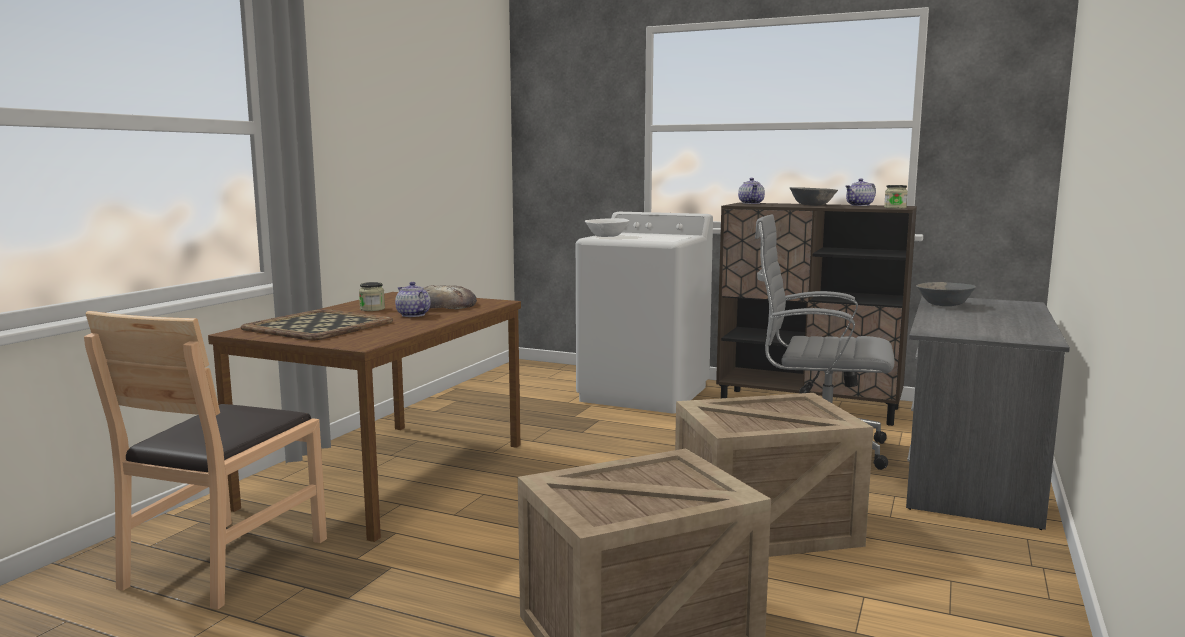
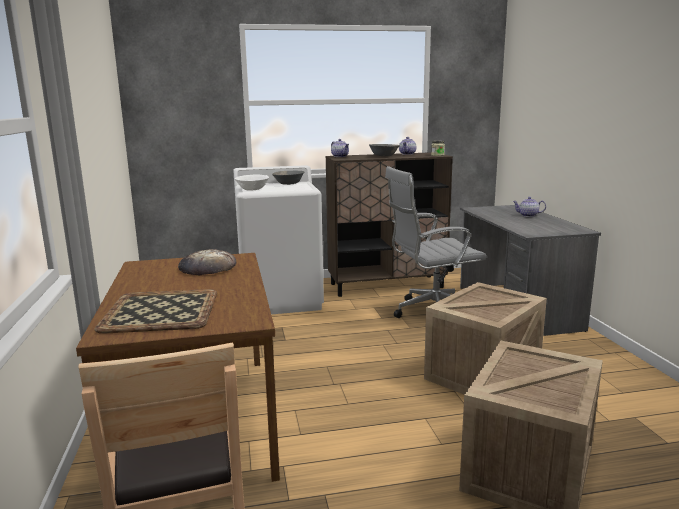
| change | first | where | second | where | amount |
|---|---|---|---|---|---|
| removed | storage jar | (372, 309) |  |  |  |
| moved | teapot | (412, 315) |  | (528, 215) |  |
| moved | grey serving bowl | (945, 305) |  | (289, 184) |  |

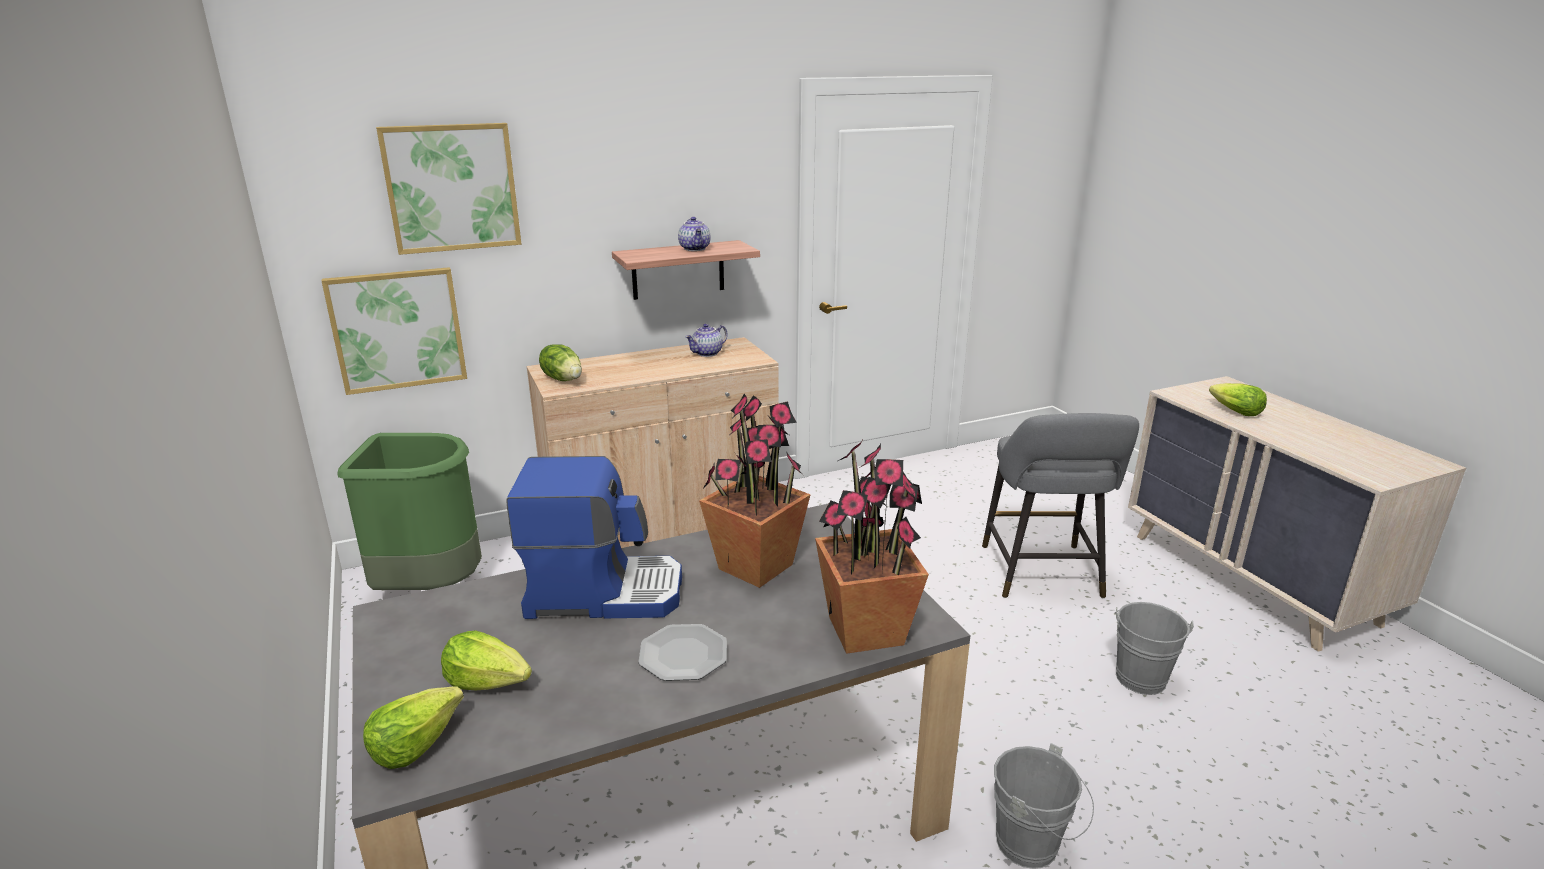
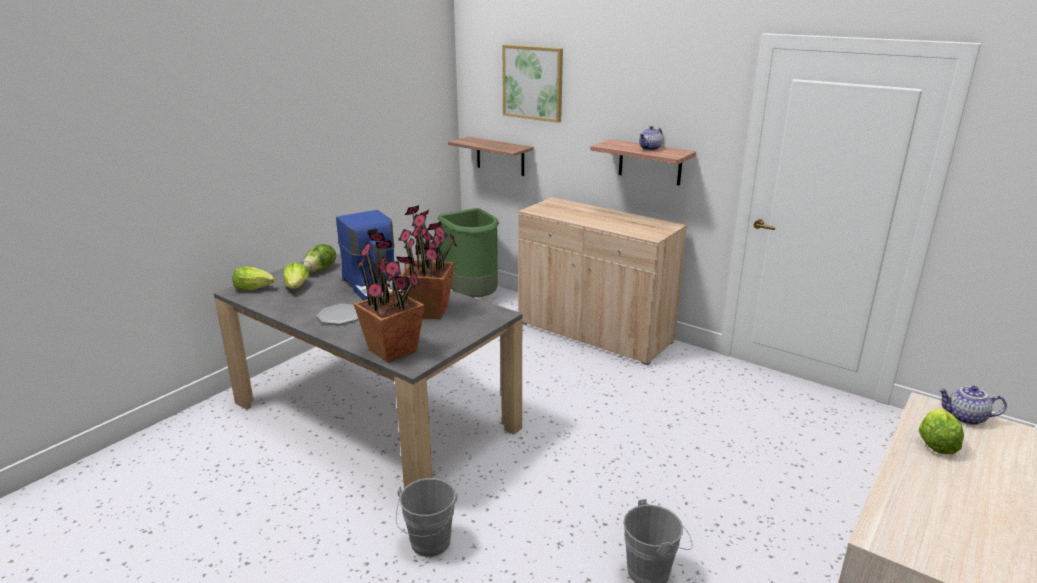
| change | first | where | second | where | amount |
|---|---|---|---|---|---|
| replaced | picture | (397, 329) | bracket shelf | (500, 156) |  |
| moved | teapot | (707, 353) |  | (965, 418) |  |
| moved | head of lettuce | (563, 379) |  | (321, 269) |  |
| removed | grey stool seat | (1043, 575) |  |  |  |

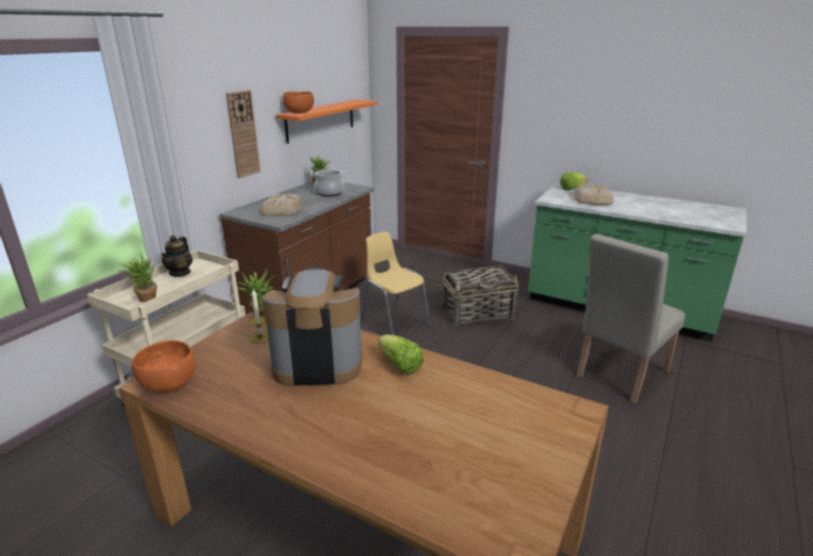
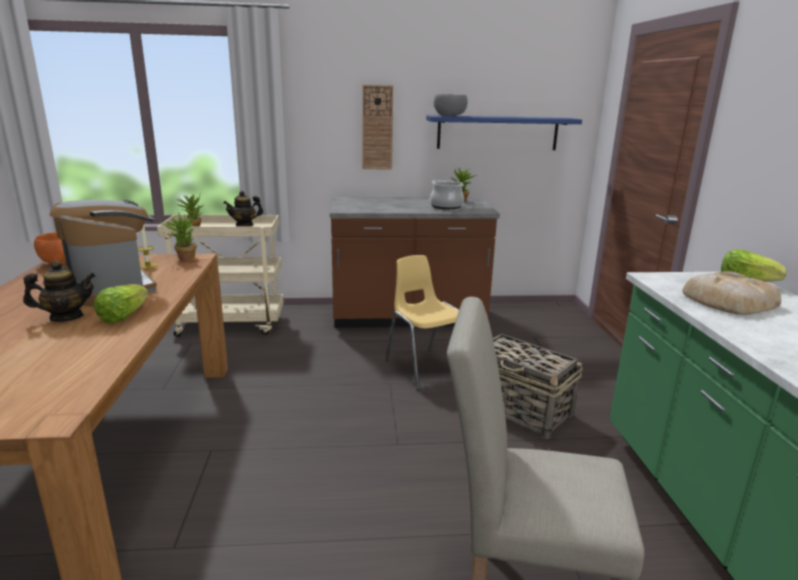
| change | first | where | second | where | amount |
|---|---|---|---|---|---|
| recoloured | orangey serving bowl | (299, 112) | grey serving bowl | (450, 116) |  |
| recoloured | orangey bracket shelf | (321, 120) | blue bracket shelf | (497, 133) |  |
| removed | baked bread | (283, 209) |  |  |  |
| turned | yellow-coloured chair | (394, 323) |  | (424, 368) | 45 degrees counterclockwise |
| added |  |  | teapot | (66, 317) |  |

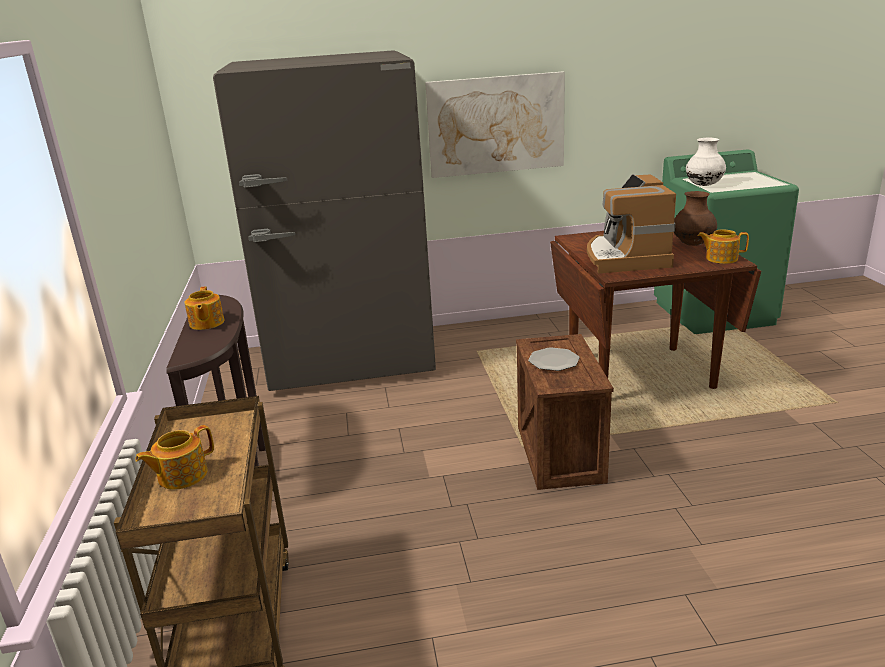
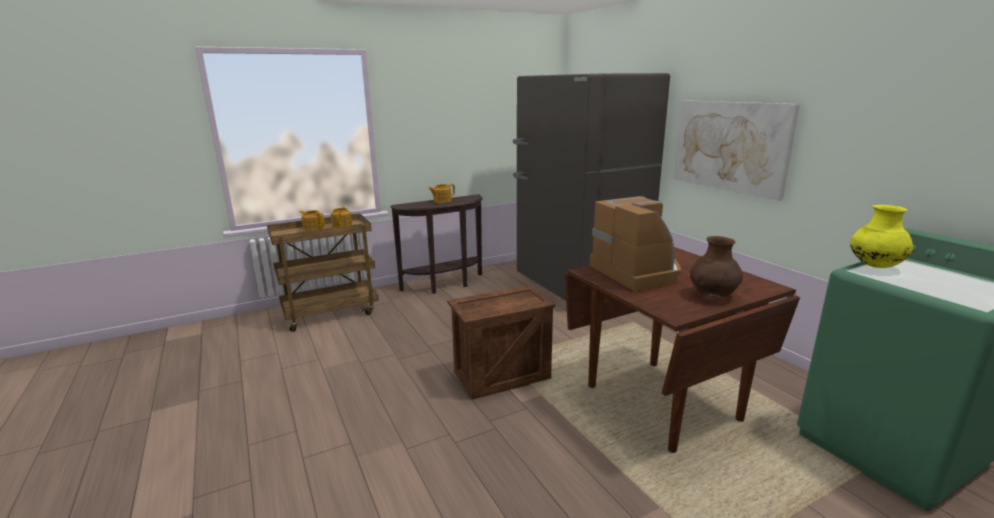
| change | first | where | second | where | amount |
|---|---|---|---|---|---|
| recoloured | whitish vase | (704, 185) | yellow-coloured vase | (875, 266) |  |
| turned | coffee machine | (625, 258) |  | (637, 272) | 90 degrees clockwise |
| moved | teapot | (720, 258) |  | (342, 226) |  |
| removed | dinner plate | (553, 361) |  |  |  |

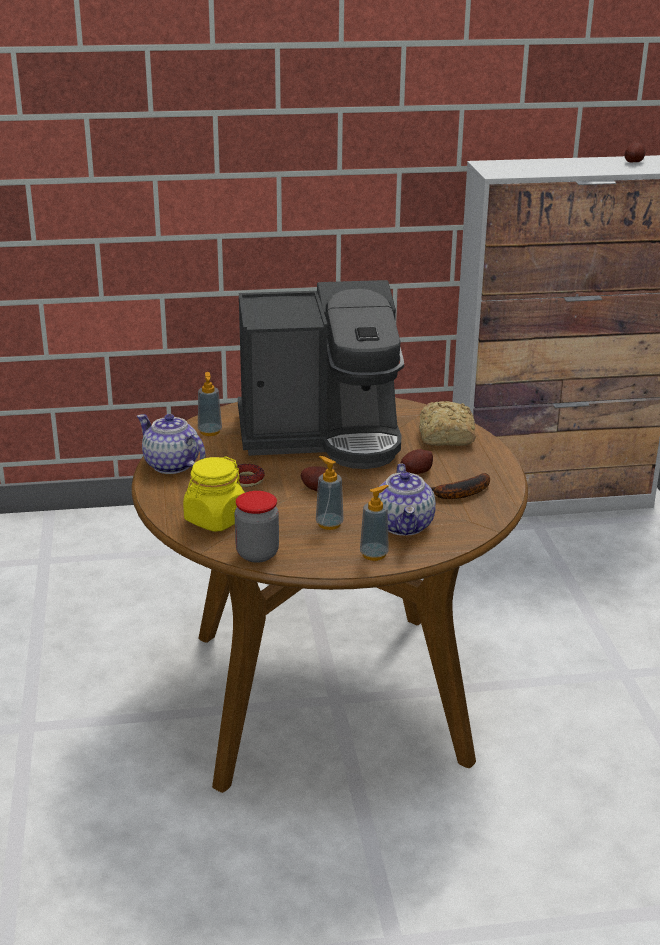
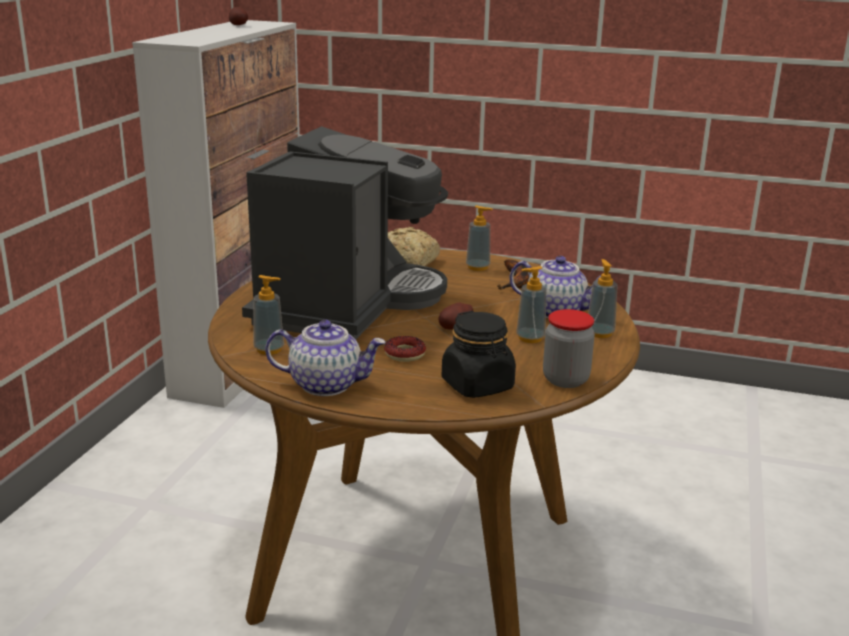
| change | first | where | second | where | amount |
|---|---|---|---|---|---|
| turned | teapot | (170, 465) |  | (327, 384) | 150 degrees counterclockwise |
| removed | spud | (416, 472) |  |  |  |
| recoloured | yellow-coloured storage jar | (215, 519) | black-coloured storage jar | (478, 385) |  |
| added |  |  | liquid soap bottle | (478, 267) |  |

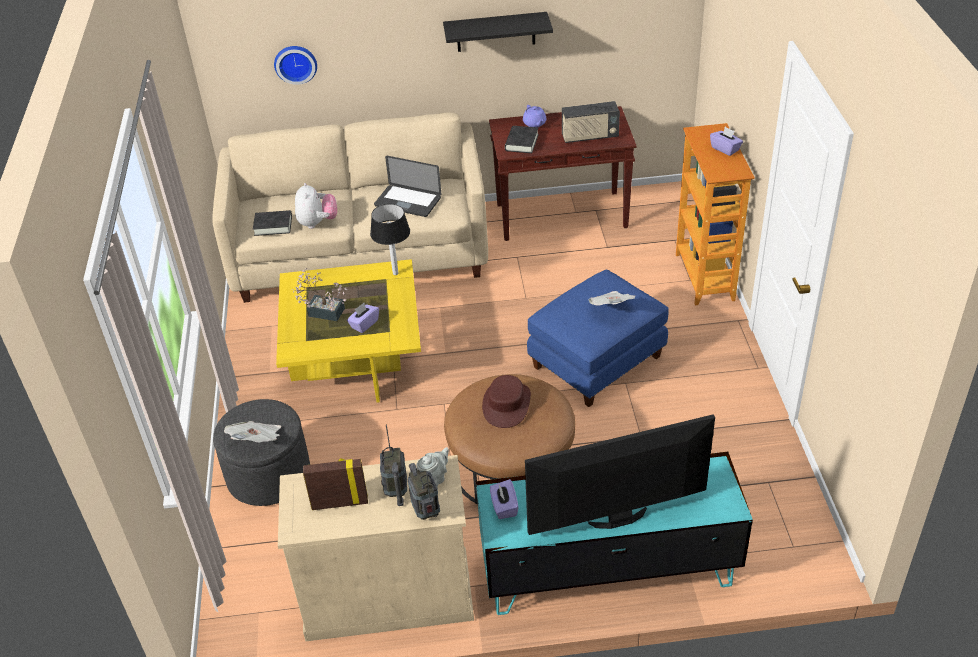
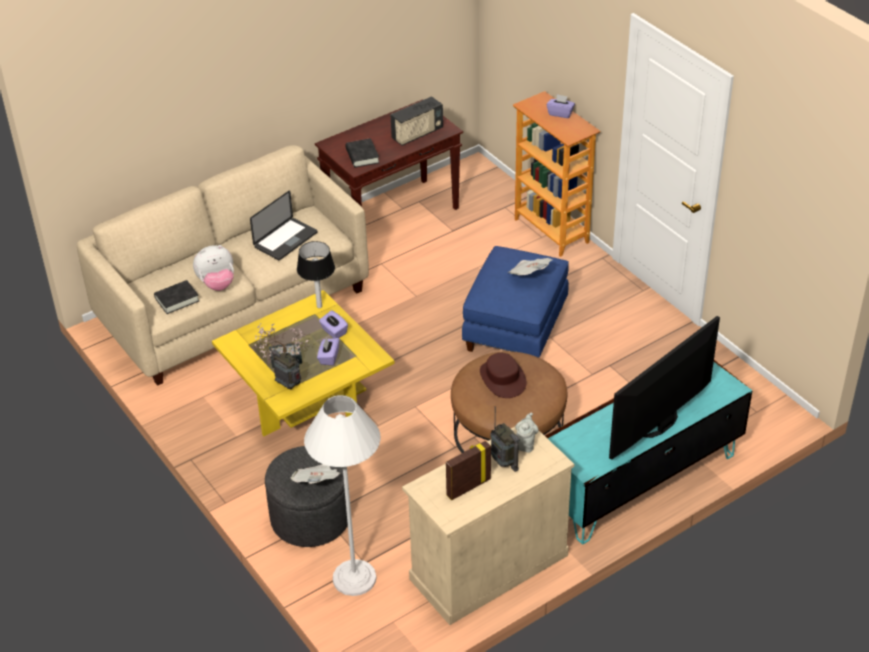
| change | first | where | second | where | amount |
|---|---|---|---|---|---|
| removed | black-coloured bracket shelf | (495, 32) |  |  |  |
| removed | clock on the wall | (295, 63) |  |  |  |
| removed | purplish teapot | (534, 123) |  |  |  |
| turned | portable computer | (408, 202) |  | (285, 240) | 45 degrees counterclockwise |
| turned | plush toy | (317, 223) |  | (217, 284) | 105 degrees clockwise |
| moved | radio receiver | (426, 512) |  | (289, 385) |  |
| moved | purplish tissue box | (504, 507) |  | (334, 331) |  |
| added |  |  | whitish standing lamp | (354, 578) |  |

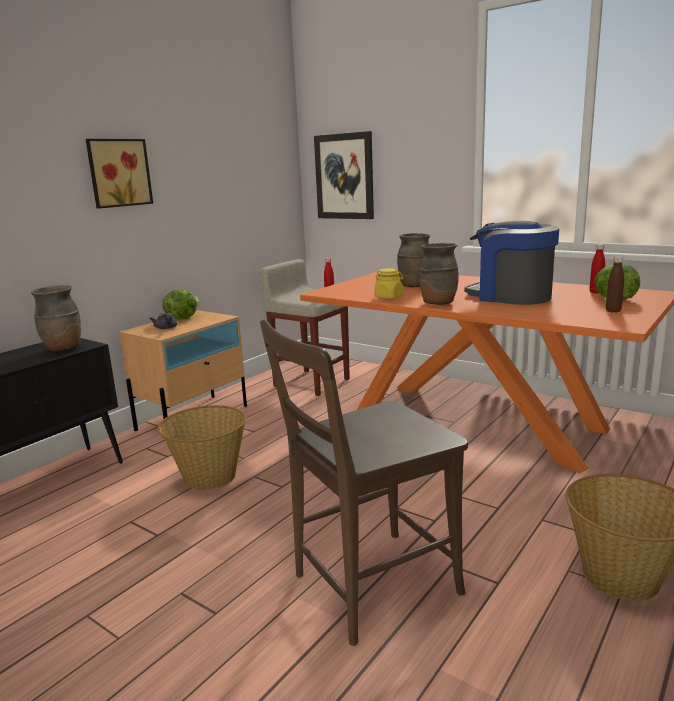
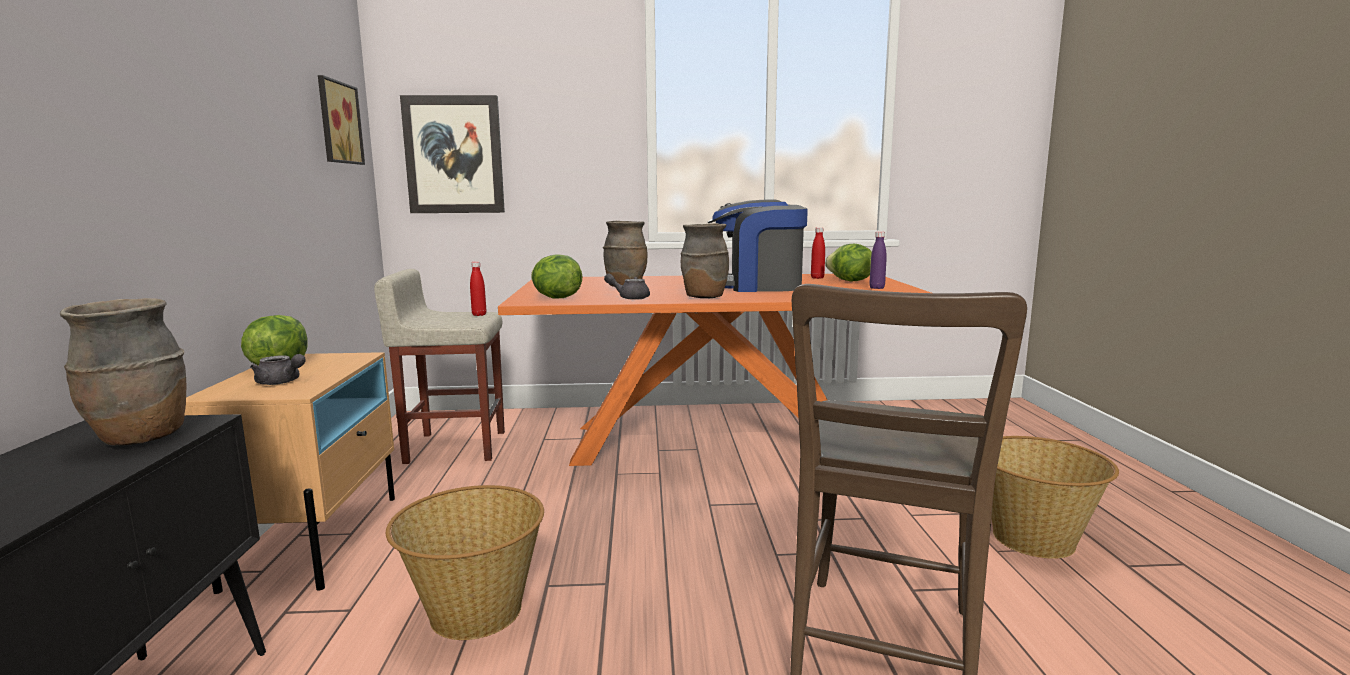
| change | first | where | second | where | amount |
|---|---|---|---|---|---|
| moved | picture | (118, 173) |  | (336, 123) |  |
| recoloured | brownish bottle | (613, 311) | purplish bottle | (877, 288) |  |
| replaced | yellow-coloured storage jar | (389, 297) | grey teapot | (630, 297) |  |
| added |  |  | head of lettuce | (556, 298) |  |

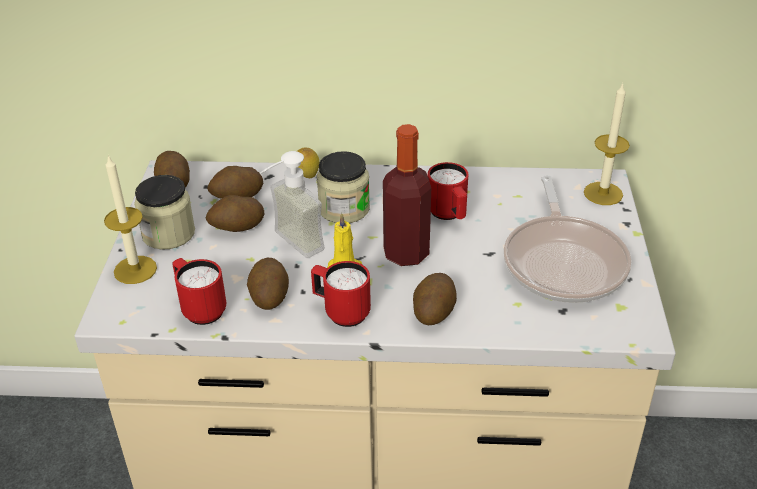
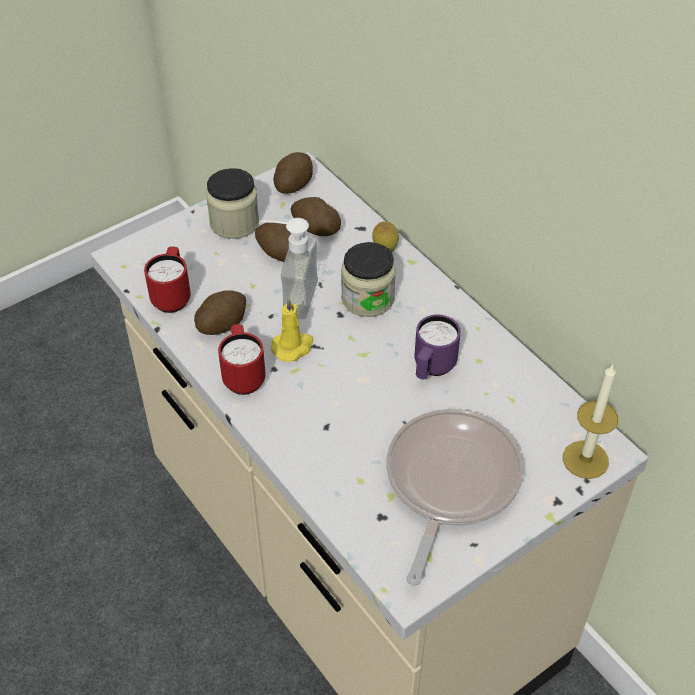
| change | first | where | second | where | amount |
|---|---|---|---|---|---|
| removed | bottle | (406, 253) |  |  |  |
| removed | wax candle | (135, 270) |  |  |  |
| recoloured | reddish mug | (449, 215) | purplish mug | (432, 368) |  |
| turned | skillet | (563, 262) |  | (449, 483) | 150 degrees clockwise |
| removed | spud | (434, 311) |  |  |  |

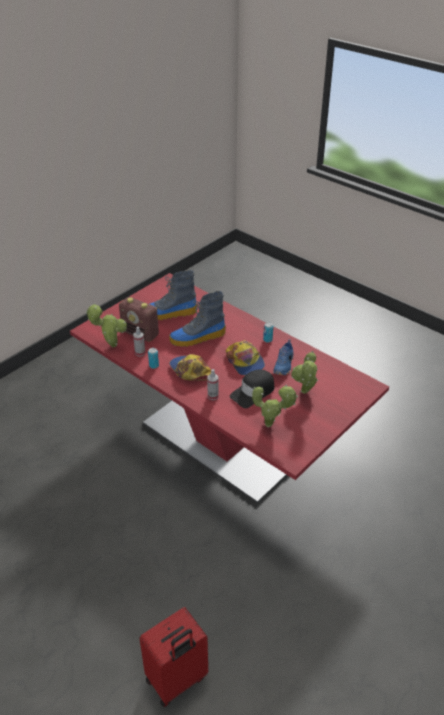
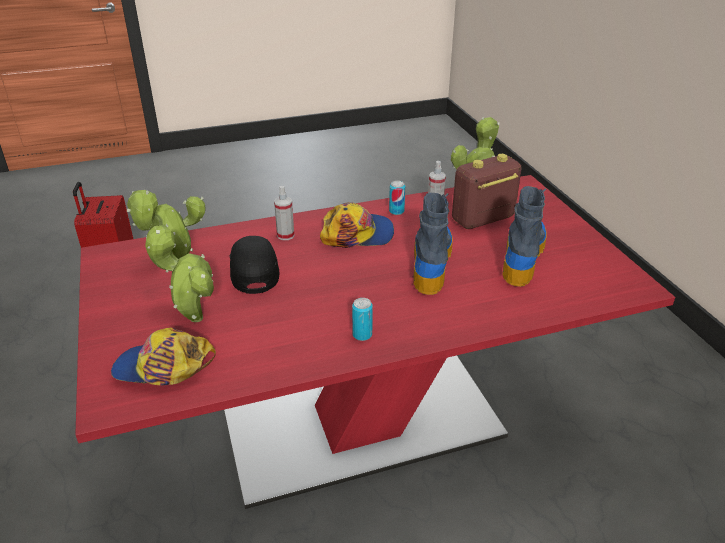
| change | first | where | second | where | amount |
|---|---|---|---|---|---|
| removed | blue shoe | (284, 365) |  |  |  |
| moved | cap | (245, 361) |  | (163, 367) |  |

